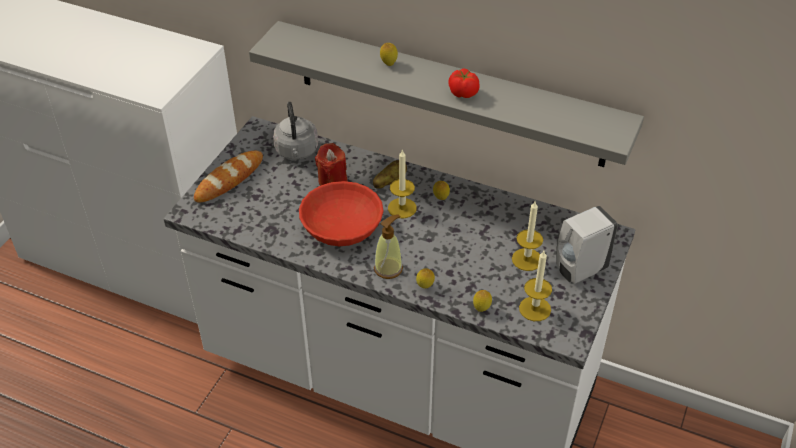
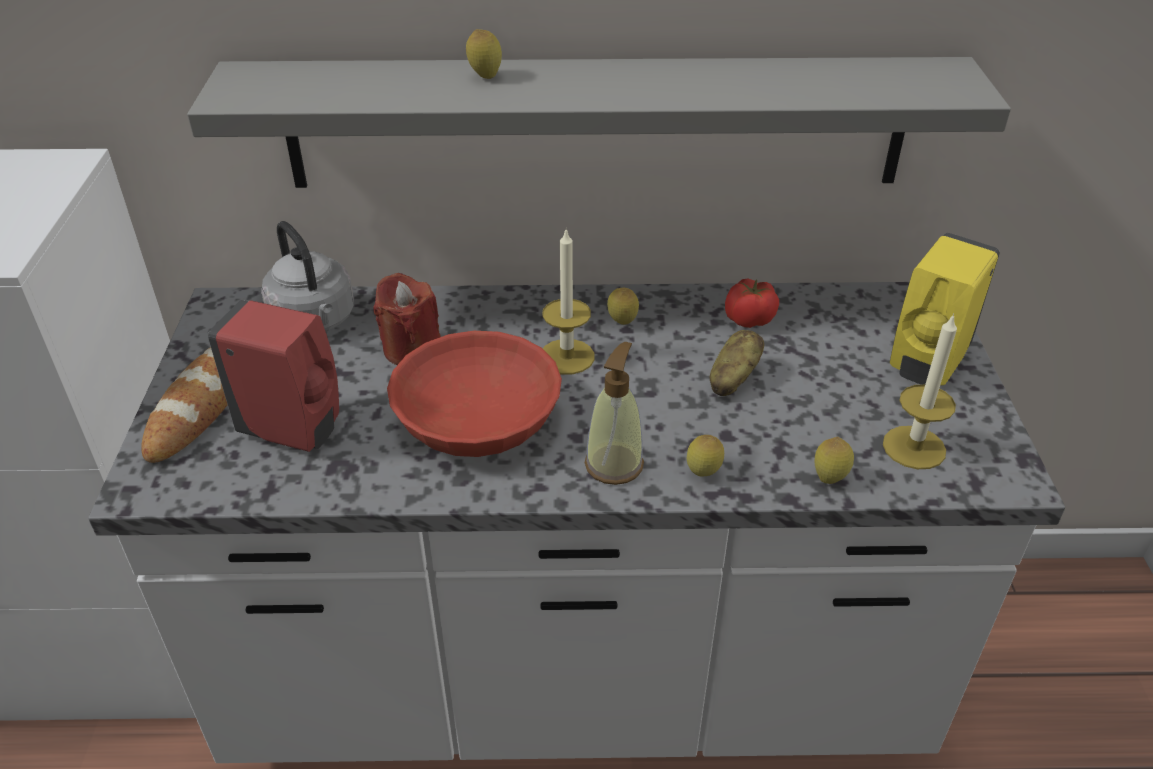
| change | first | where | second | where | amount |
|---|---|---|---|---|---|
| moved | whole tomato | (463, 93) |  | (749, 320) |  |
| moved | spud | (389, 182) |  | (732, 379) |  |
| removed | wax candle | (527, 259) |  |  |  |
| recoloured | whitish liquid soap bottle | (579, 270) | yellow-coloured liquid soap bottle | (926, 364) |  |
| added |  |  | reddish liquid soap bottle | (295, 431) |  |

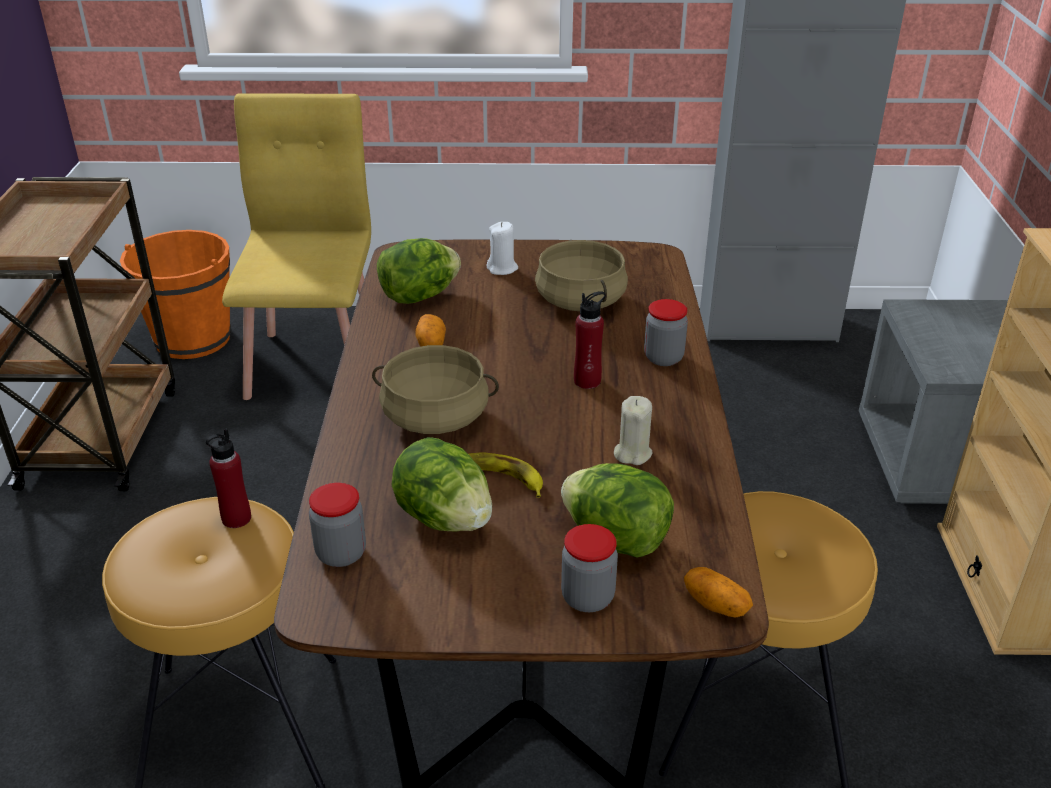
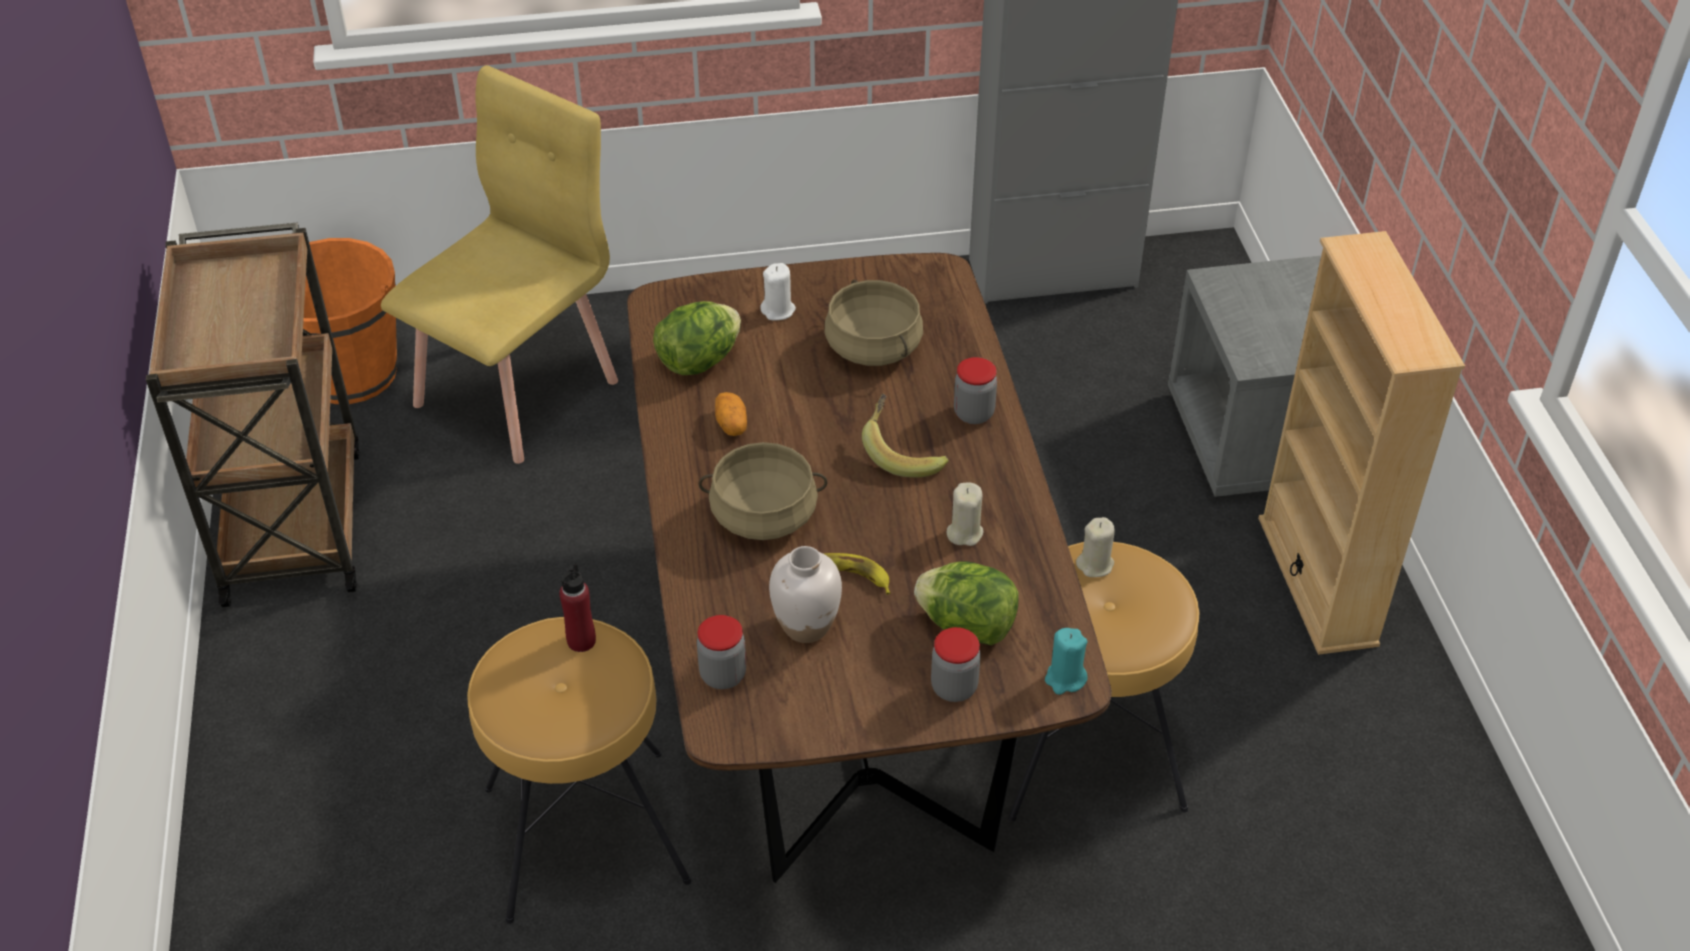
| change | first | where | second | where | amount |
|---|---|---|---|---|---|
| turned | yellow-coloured chair | (316, 364) |  | (519, 392) | 45 degrees clockwise |
| replaced | reddish bottle | (587, 381) | whole banana | (903, 452) |  |
| replaced | head of lettuce | (444, 518) | whitish vase | (806, 626) |  |
| replaced | spud | (716, 604) | turquoise wax candle | (1065, 679) |  |
| added |  |  | beige wax candle | (1095, 565) |  |

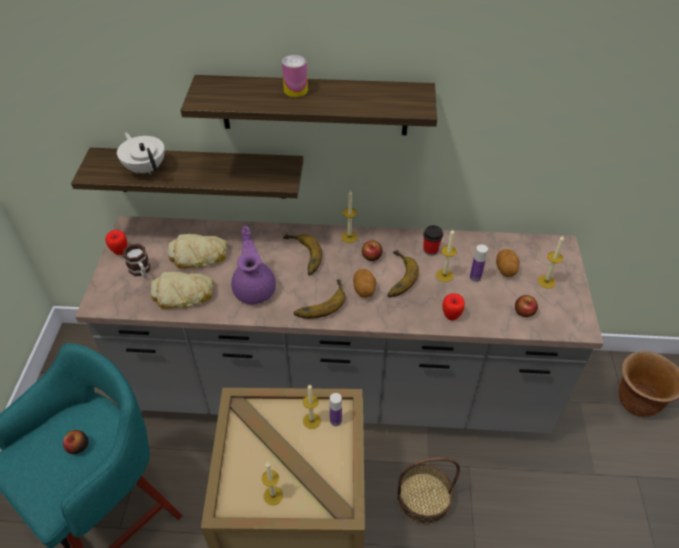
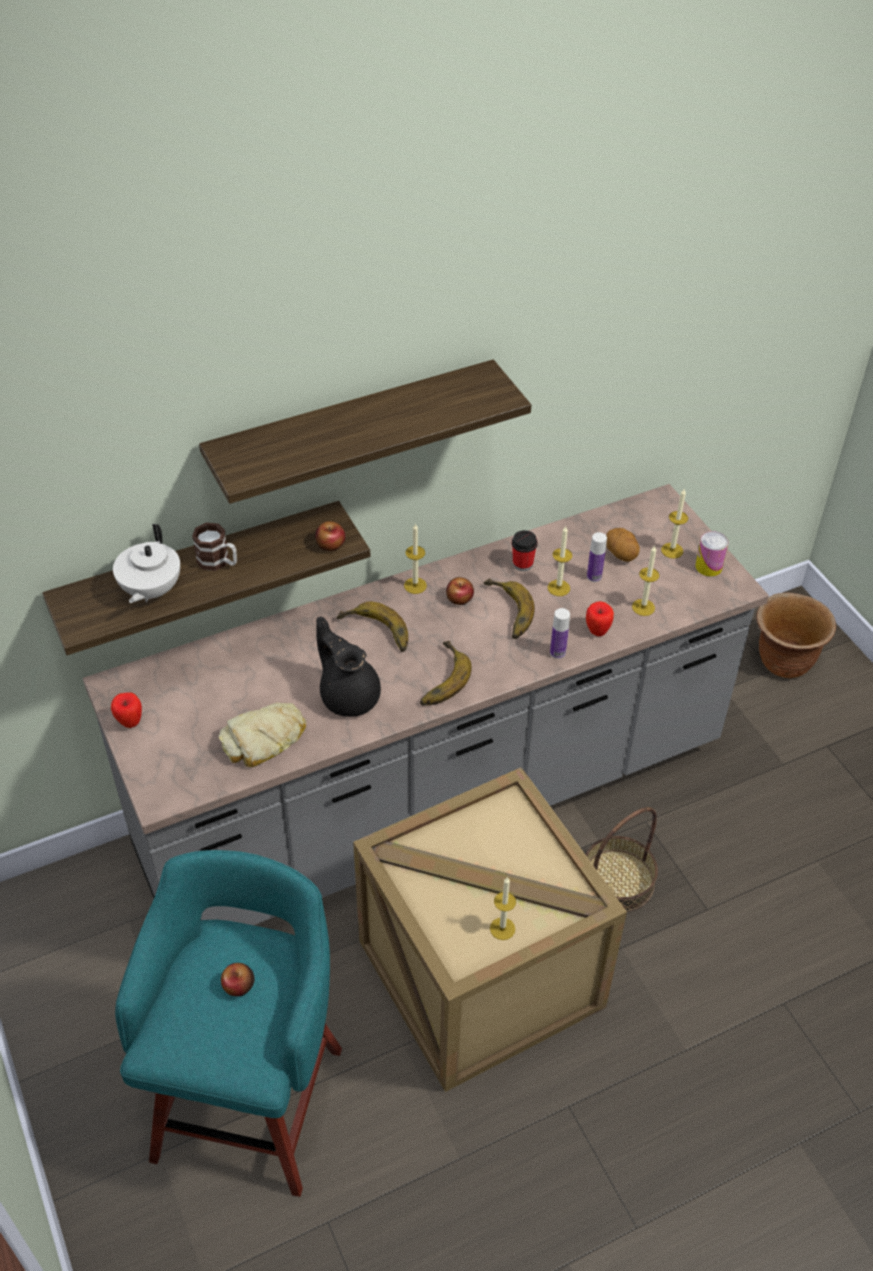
| change | first | where | second | where | amount |
|---|---|---|---|---|---|
| moved | sealed can | (295, 90) |  | (708, 567) |  |
| turned | whitish teapot | (146, 168) |  | (150, 590) | 105 degrees counterclockwise |
| recoloured | purplish teapot | (255, 289) | black-coloured teapot | (349, 695) |  |
| removed | baked bread | (199, 256) |  |  |  |
| moved | mug | (141, 271) |  | (218, 562) |  |
| removed | spud | (364, 290) |  |  |  |
| moved | apple fruit | (524, 311) |  | (330, 544) |  |
| moved | wax candle | (311, 421) |  | (643, 607) |  |
| moved | bottle | (335, 421) |  | (557, 652) |  |

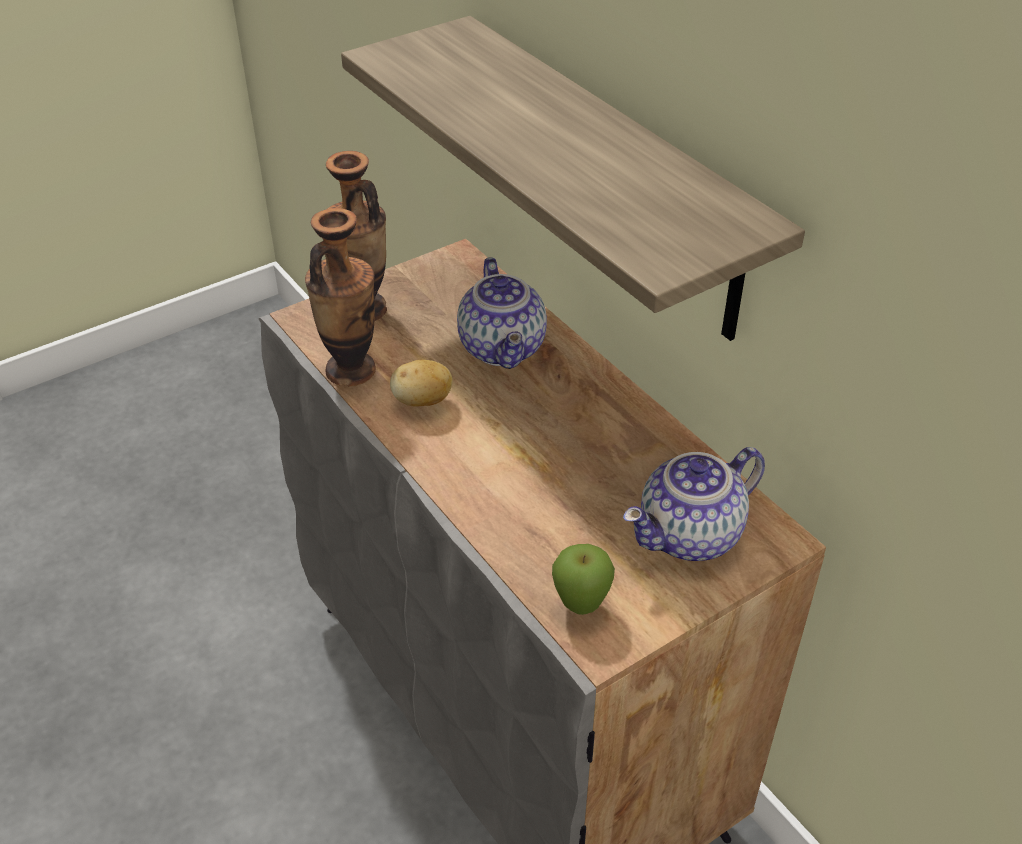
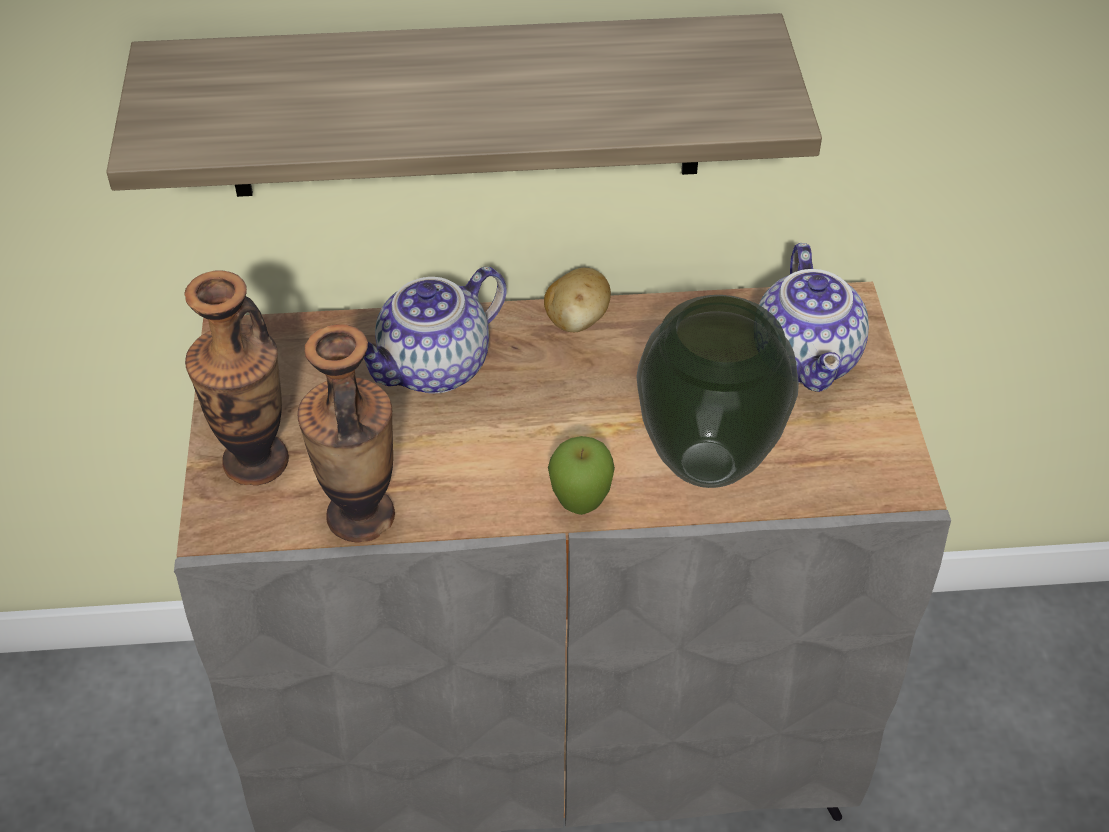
| change | first | where | second | where | amount |
|---|---|---|---|---|---|
| turned | teapot | (504, 348) |  | (435, 369) | 120 degrees clockwise |
| moved | spud | (422, 401) |  | (577, 321) |  |
| moved | apple fruit | (581, 606) |  | (580, 506) |  |
| added |  |  | vase | (707, 466) |  |

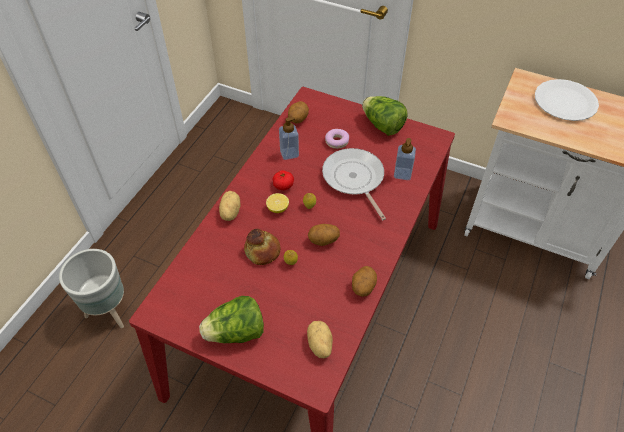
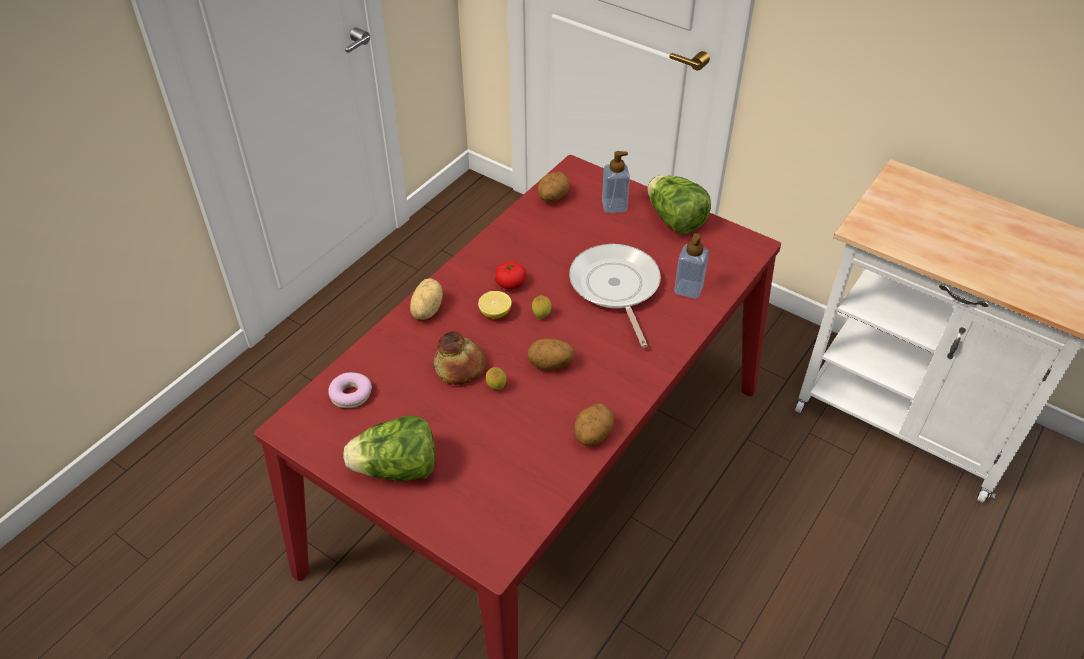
| change | first | where | second | where | amount |
|---|---|---|---|---|---|
| removed | whitish dinner plate | (565, 102) |  |  |  |
| moved | liquid soap bottle | (289, 153) |  | (614, 206) |  |
| moved | donut | (337, 141) |  | (351, 395) |  |
| removed | grey flower pot | (110, 311) |  |  |  |
| removed | spud | (319, 345) |  |  |  |

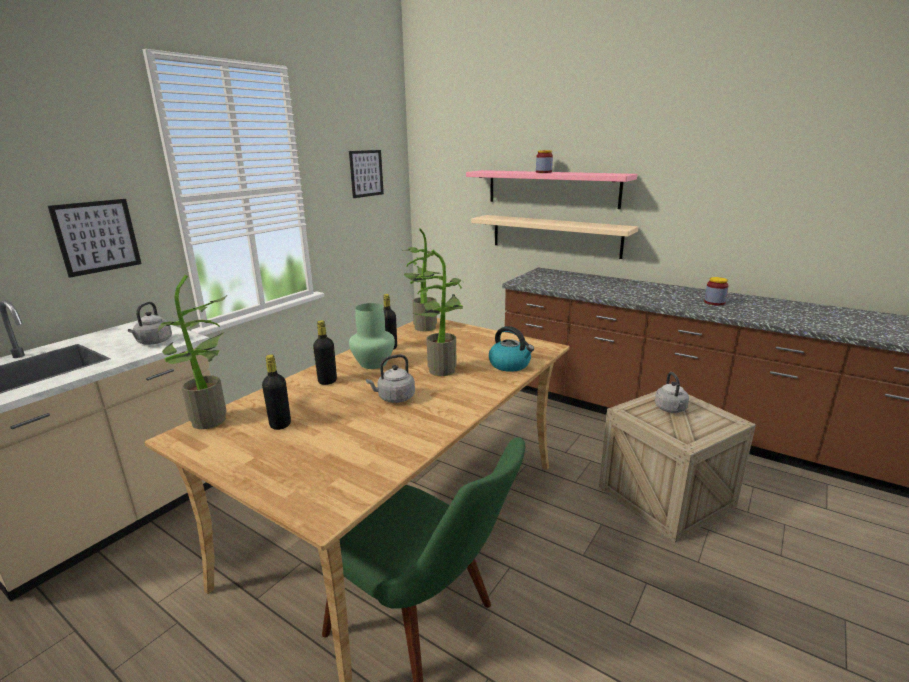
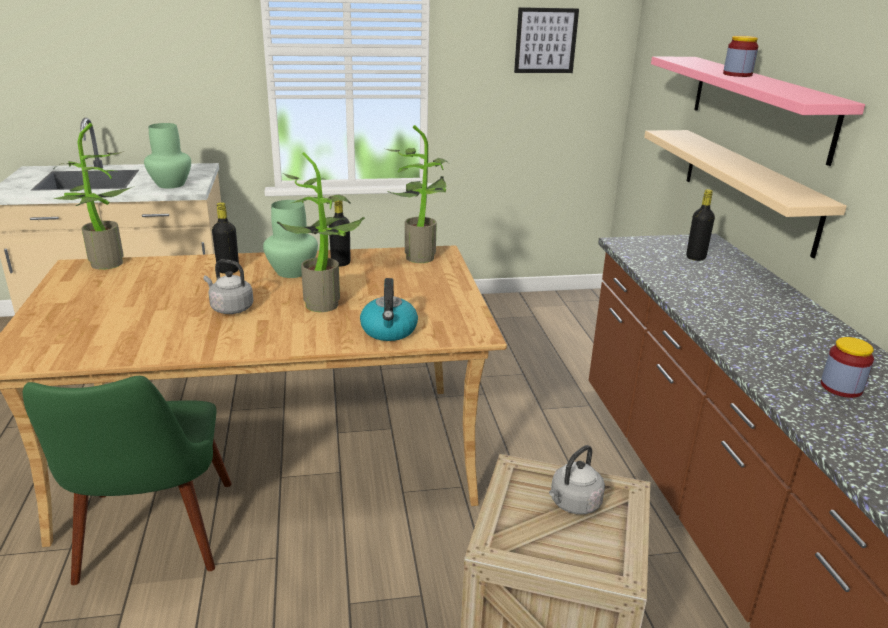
| change | first | where | second | where | amount |
|---|---|---|---|---|---|
| removed | picture | (97, 236) |  |  |  |
| replaced | grey water kettle | (153, 342) | green-coloured vase | (170, 185) |  |
| moved | black-coloured bottle | (280, 424) |  | (695, 257) |  |

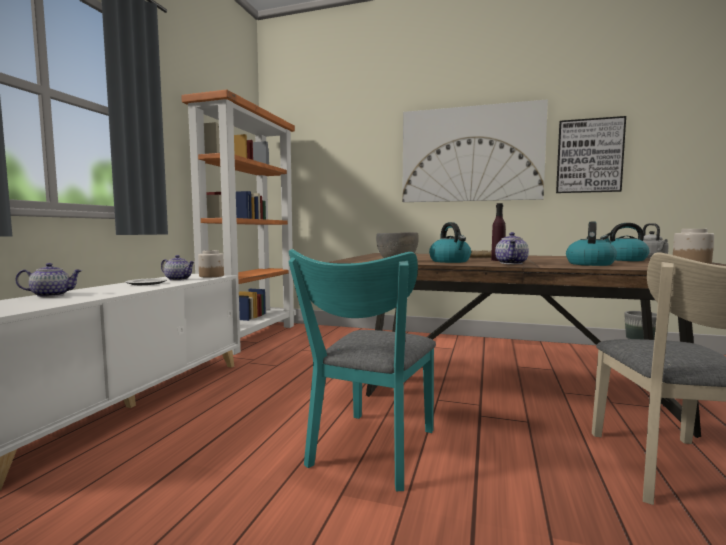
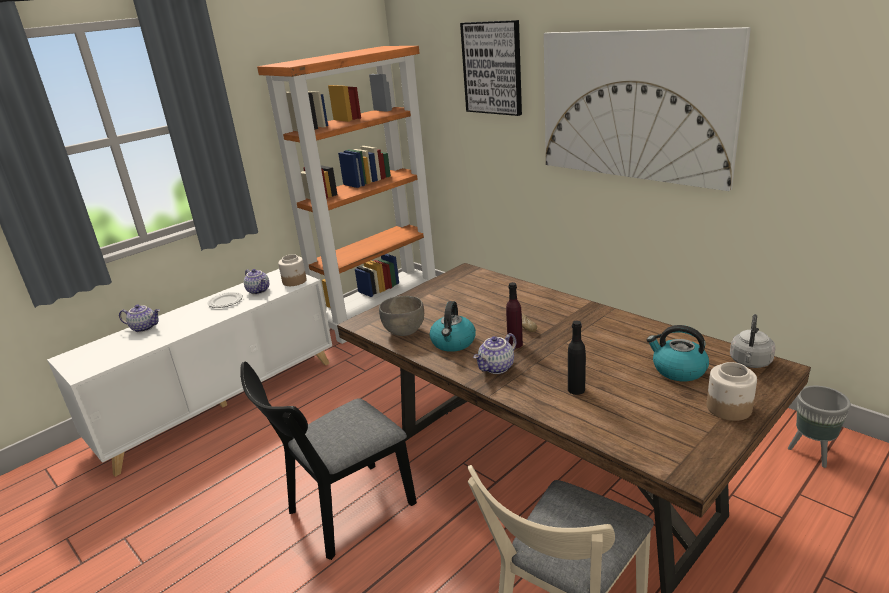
| change | first | where | second | where | amount |
|---|---|---|---|---|---|
| moved | picture | (589, 156) |  | (492, 68) |  |
| replaced | water kettle | (589, 264) | black-coloured bottle | (576, 389) |  |
| recoloured | turquoise chair | (370, 452) | black-coloured chair | (343, 512) |  |

